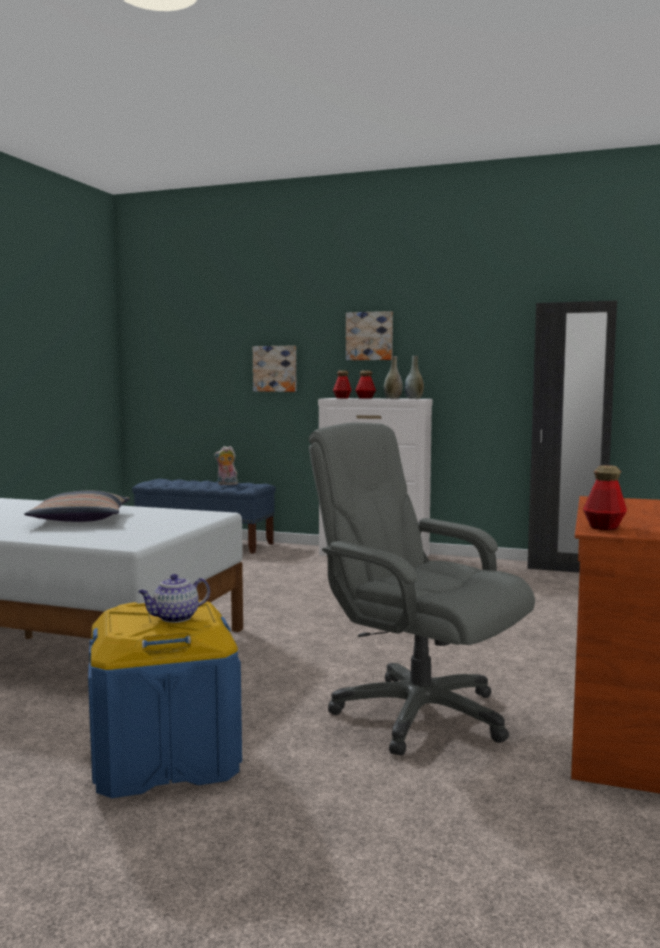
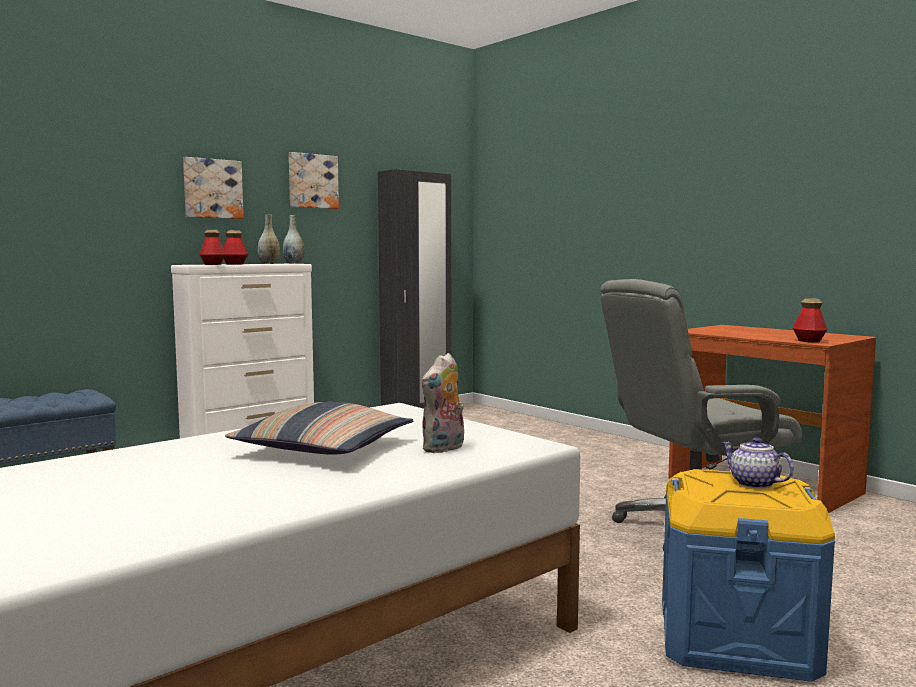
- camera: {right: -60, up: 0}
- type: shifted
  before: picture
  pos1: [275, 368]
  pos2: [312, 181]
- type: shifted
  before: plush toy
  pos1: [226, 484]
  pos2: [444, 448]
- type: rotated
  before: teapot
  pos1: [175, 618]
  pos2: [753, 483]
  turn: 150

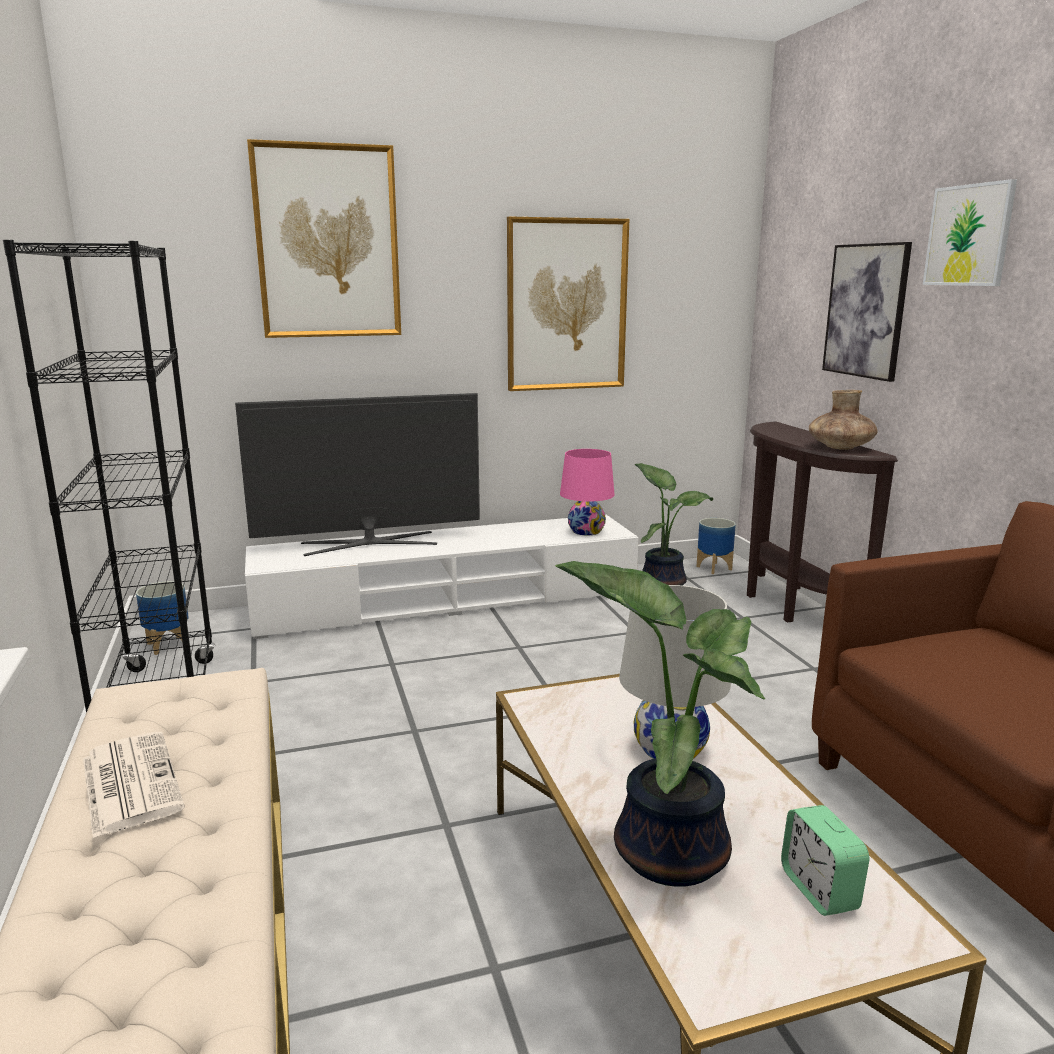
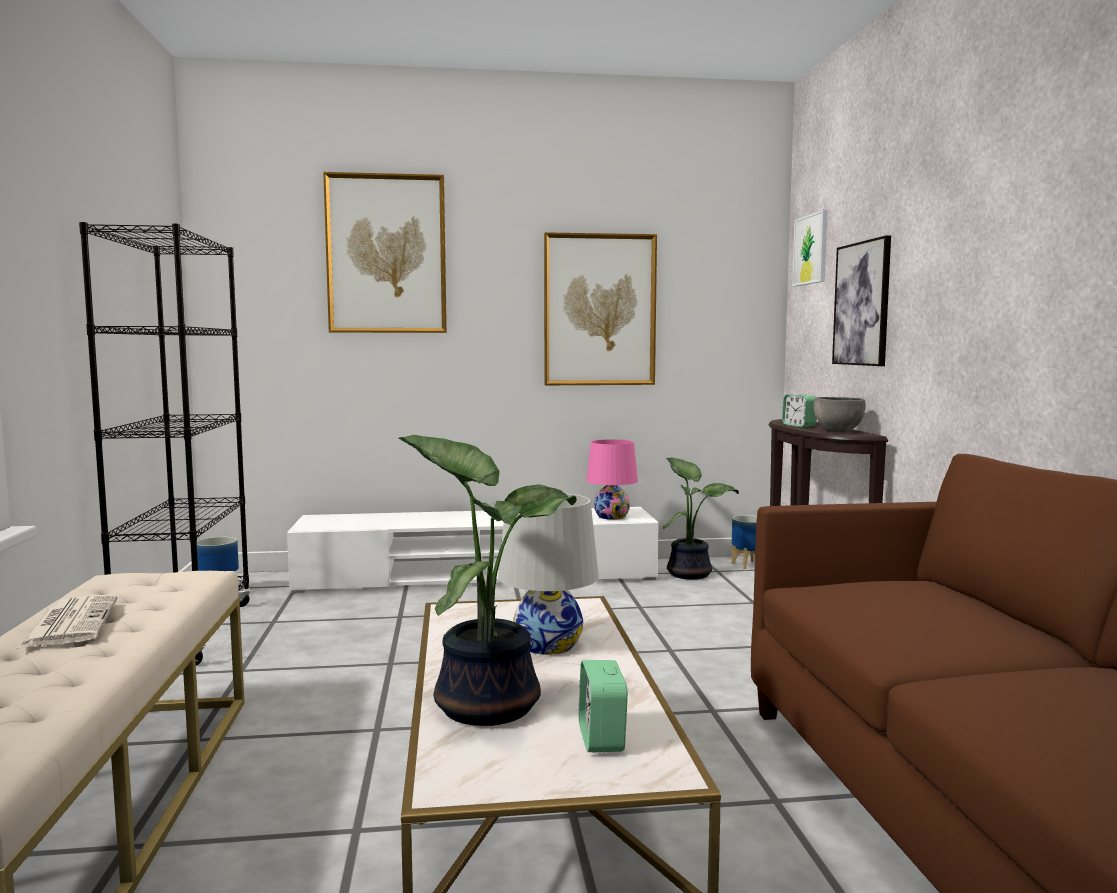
- camera: {right: 10, up: -10}
- type: shifted
  before: picture
  pos1: [969, 235]
  pos2: [811, 249]
- type: swapped
  before: brown vase
  after: grey bowl
  pos1: [840, 447]
  pos2: [838, 431]
- type: gone
  before: television
  pos1: [370, 543]
- type: new
  after: alarm clock
  pos2: [799, 425]

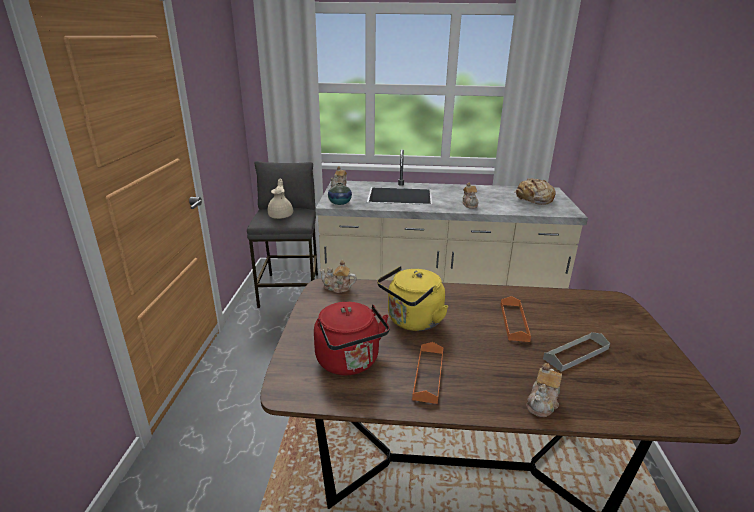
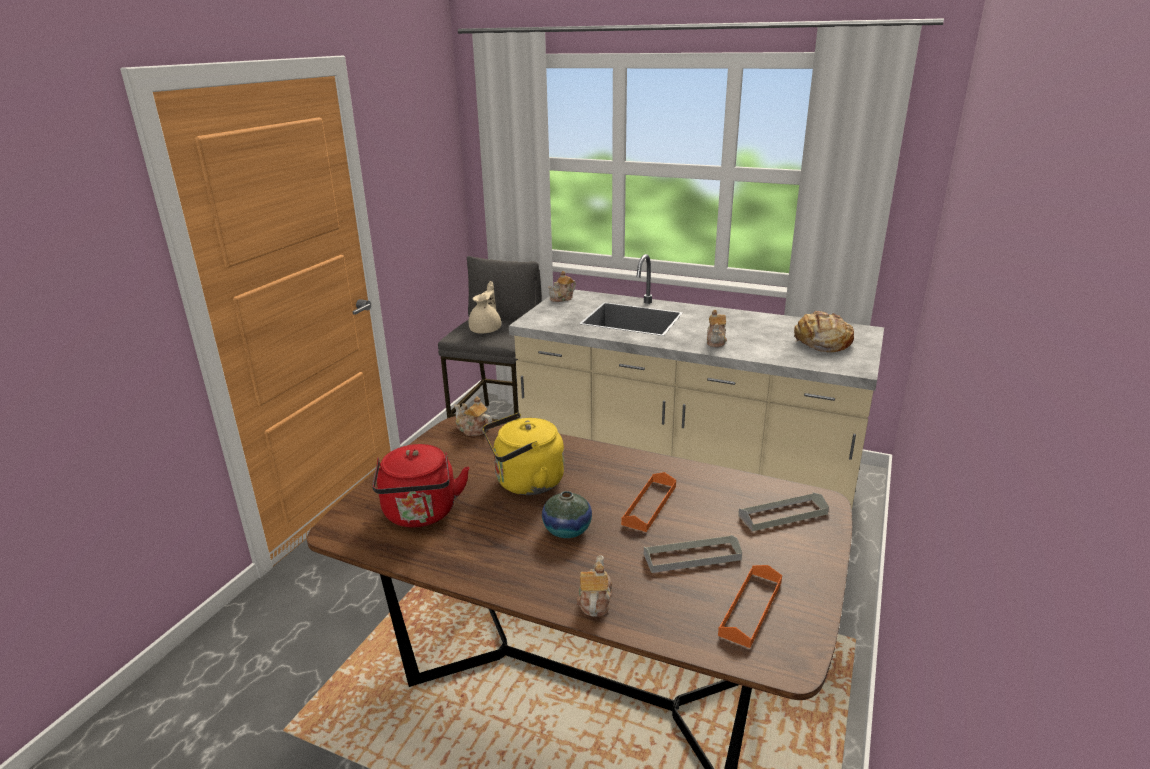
- camera: {right: 20, up: 0}
- type: shifted
  before: vase
  pos1: [340, 203]
  pos2: [567, 530]
- type: shifted
  before: orange tray
  pos1: [428, 375]
  pos2: [750, 608]
- type: rotated
  before: teapot
  pos1: [542, 403]
  pos2: [594, 601]
  turn: 135
- type: new
  after: grey tray
  pos2: [782, 515]

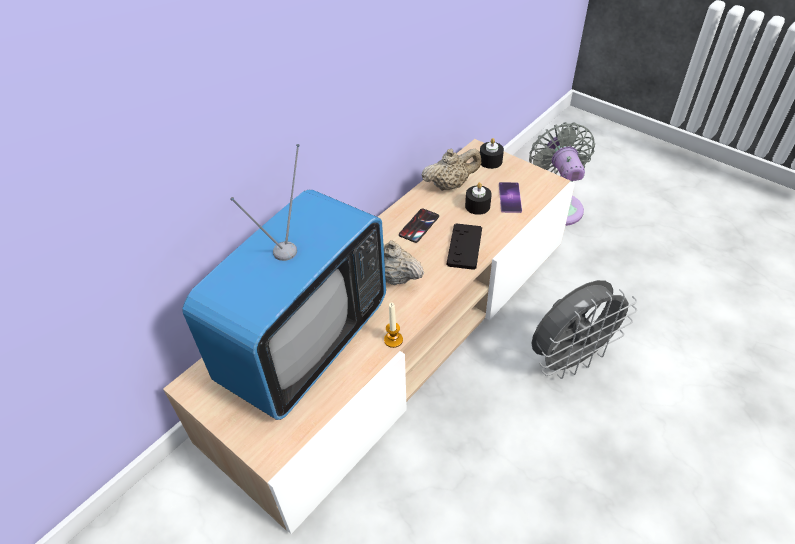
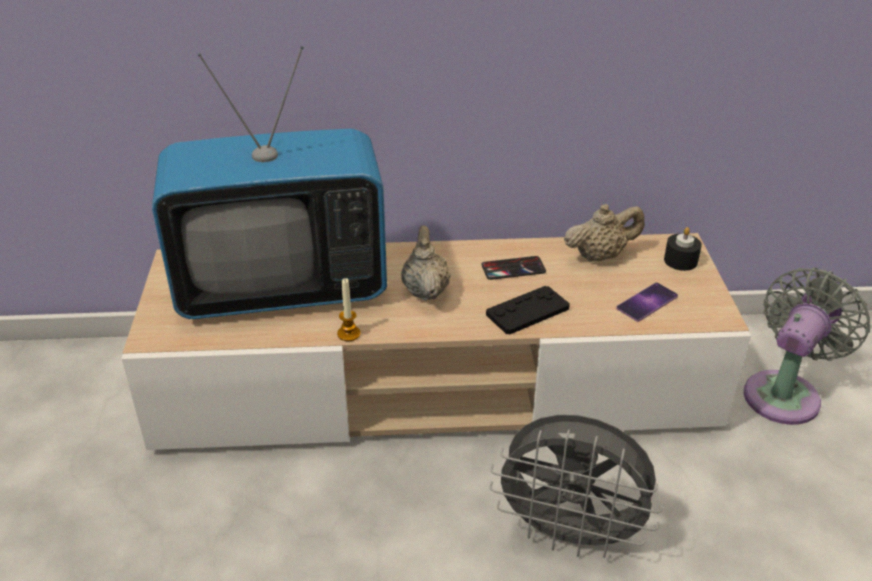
- camera: {right: 45, up: -10}
- type: rotated
  before: beige teapot
  pos1: [450, 185]
  pos2: [600, 256]
  turn: -45
- type: gone
  before: black candle
  pos1: [477, 206]

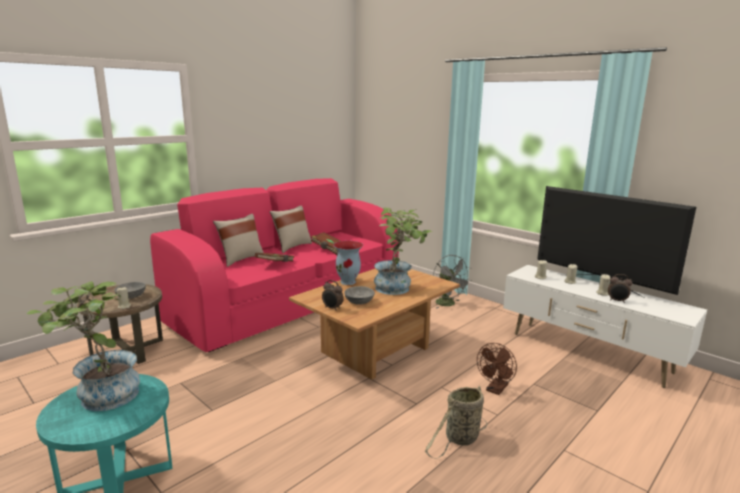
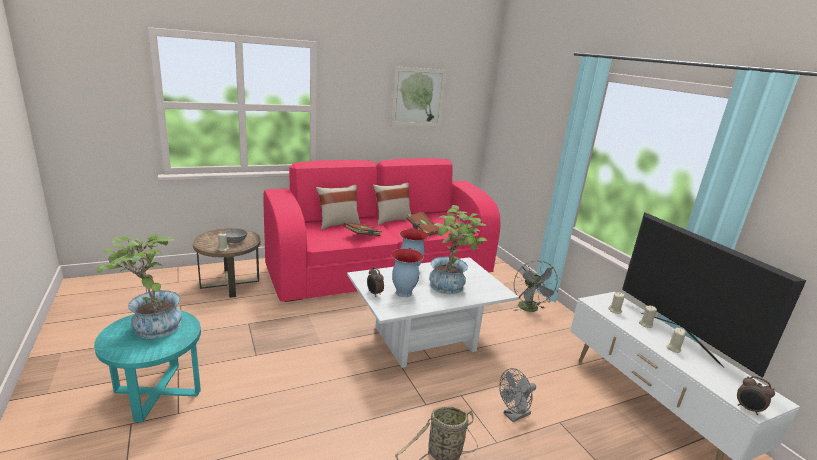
- camera: {right: 20, up: 5}
- type: repainted
  before: brown coffee table
  after: white coffee table
  pos1: [376, 352]
  pos2: [424, 341]
- type: shifted
  before: alarm clock
  pos1: [617, 301]
  pos2: [748, 409]
- type: swapped
  before: grey bowl
  after: vase
  pos1: [359, 302]
  pos2: [403, 292]
- type: repainted
  before: brown fan
  after: grey fan
  pos1: [495, 390]
  pos2: [513, 415]
- type: new
  after: picture
  pos2: [418, 97]

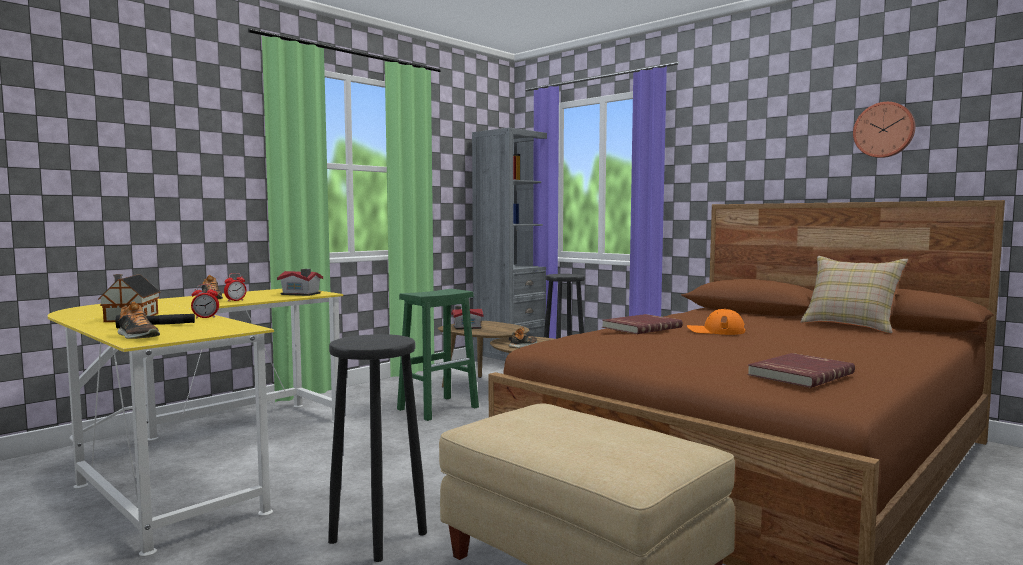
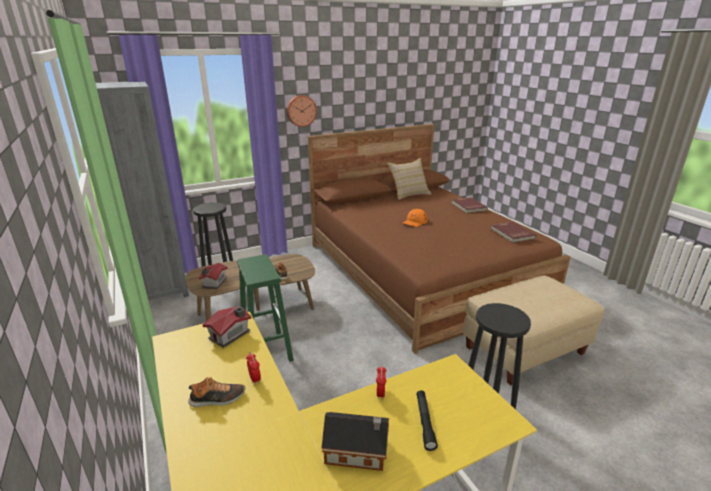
- camera: {right: -70, up: 20}
- type: shifted
  before: wall clock
  pos1: [884, 130]
  pos2: [301, 111]
- type: gone
  before: shoe
  pos1: [137, 336]
- type: shifted
  before: red book
  pos1: [640, 327]
  pos2: [468, 206]

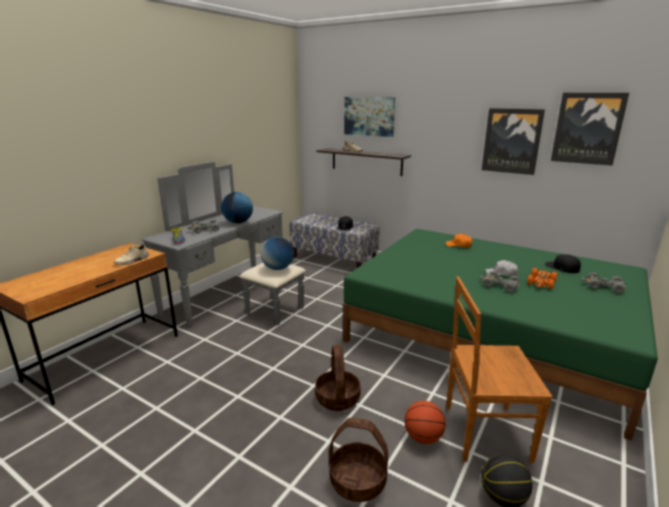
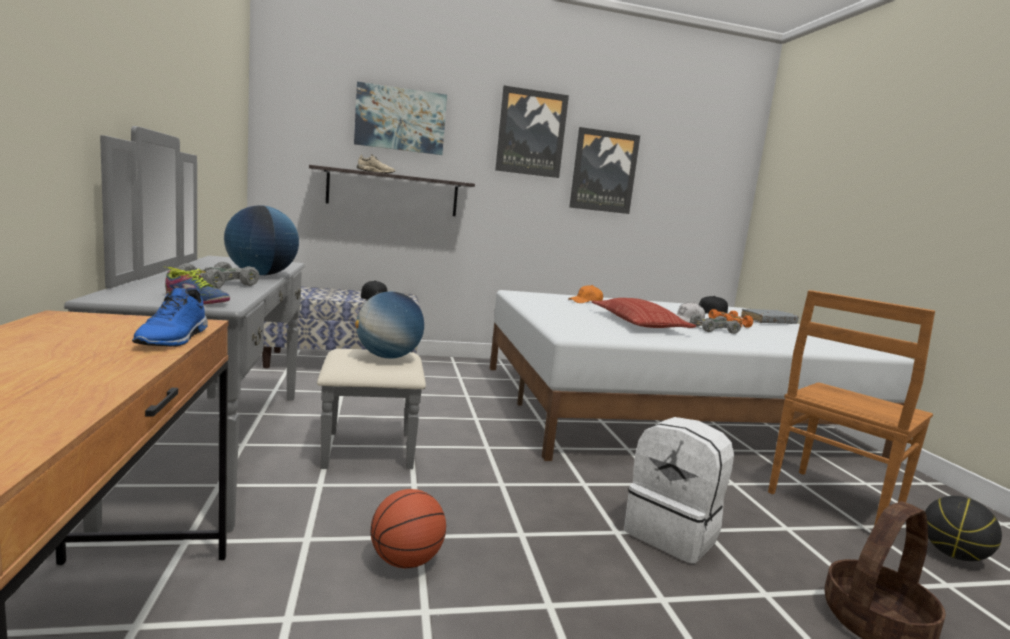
- camera: {right: -45, up: -10}
- type: shifted
  before: picture
  pos1: [587, 128]
  pos2: [531, 133]
- type: repainted
  before: green bed
  after: white bed
  pos1: [489, 335]
  pos2: [664, 409]
- type: repainted
  before: beige shoe
  after: blue shoe
  pos1: [132, 261]
  pos2: [175, 339]
- type: swapped
  before: grey toy car
  after: grey book
  pos1: [603, 287]
  pos2: [768, 322]
- type: swapped
  before: basket
  after: white backpack
  pos1: [338, 398]
  pos2: [673, 534]
- type: shifted
  before: basketball
  pos1: [423, 437]
  pos2: [406, 561]
- type: new
  after: pillow
  pos2: [638, 323]

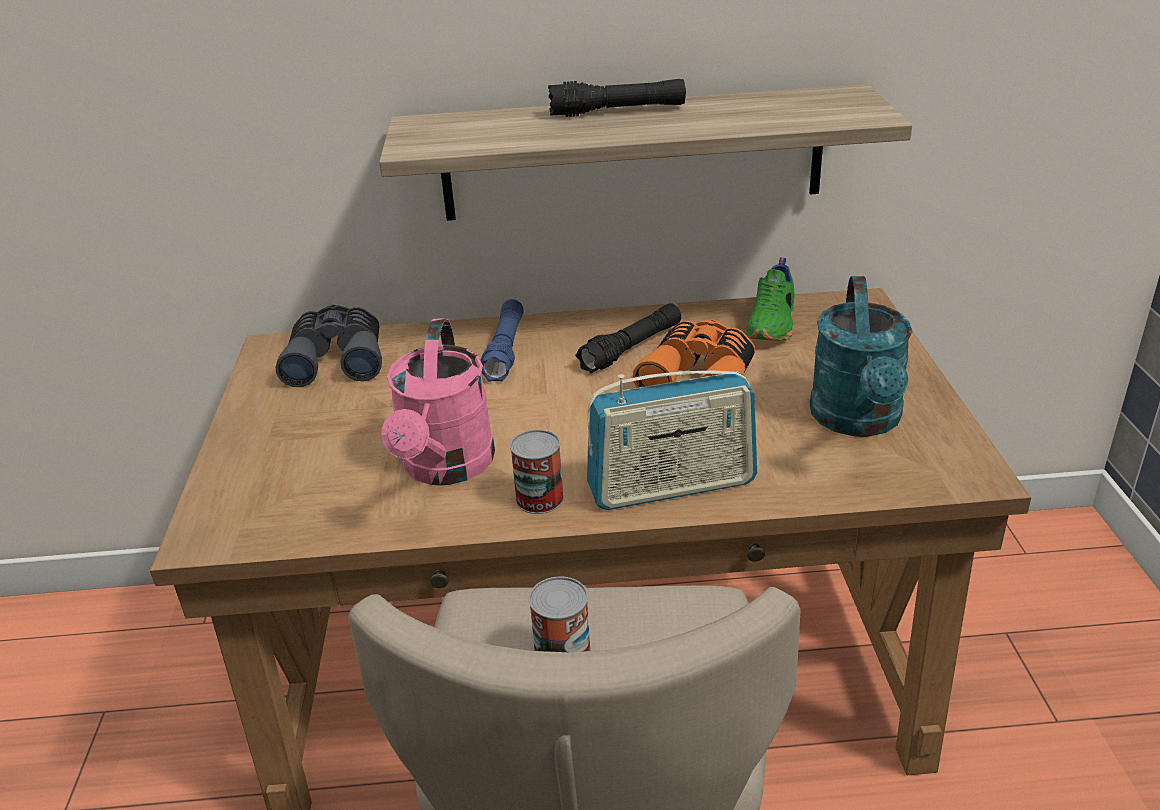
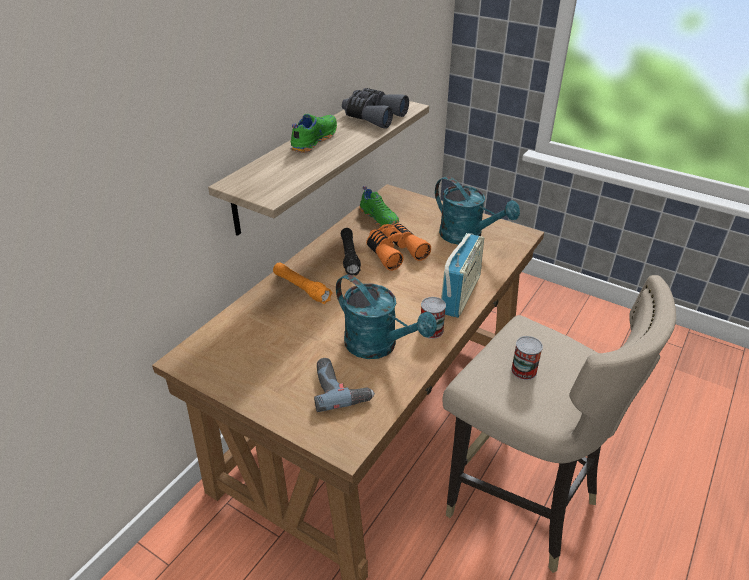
- camera: {right: -55, up: 5}
- type: swapped
  before: black flashlight
  after: green shoe
  pos1: [617, 111]
  pos2: [313, 140]
- type: repainted
  before: blue flashlight
  after: orange flashlight
  pos1: [505, 350]
  pos2: [301, 288]
- type: shifted
  before: grey binoculars
  pos1: [337, 359]
  pos2: [373, 116]
- type: repainted
  before: pink watering can
  after: turquoise watering can
  pos1: [445, 468]
  pos2: [378, 346]
- type: new
  after: power drill
  pos2: [340, 387]

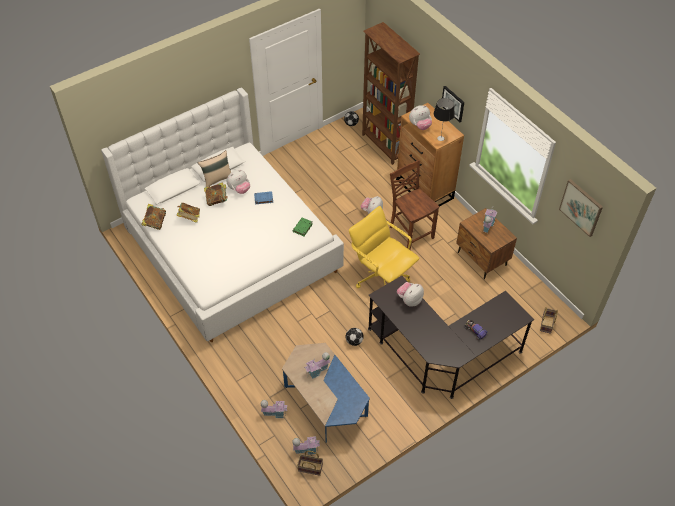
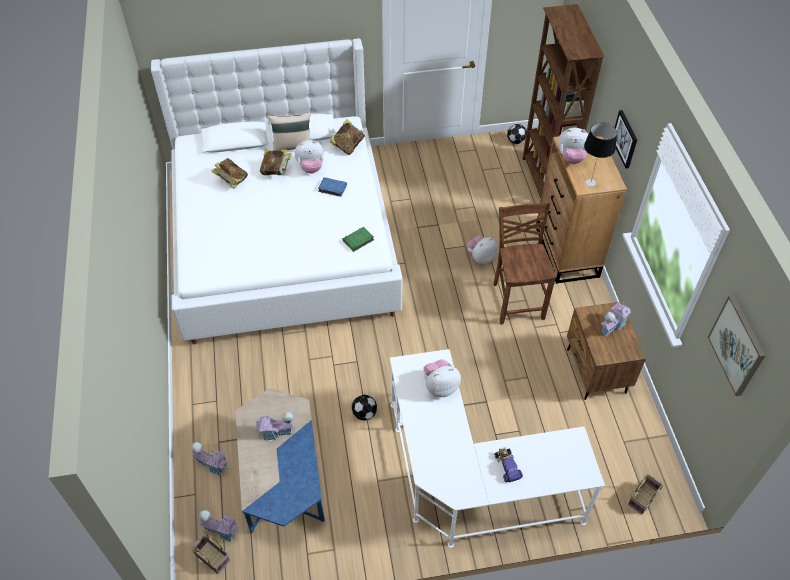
- camera: {right: 25, up: 0}
- type: shifted
  before: book
  pos1: [155, 222]
  pos2: [348, 146]
- type: gone
  before: yellow office chair
  pos1: [381, 276]
- type: repainted
  before: black desk
  after: white desk
  pos1: [442, 355]
  pos2: [470, 481]

